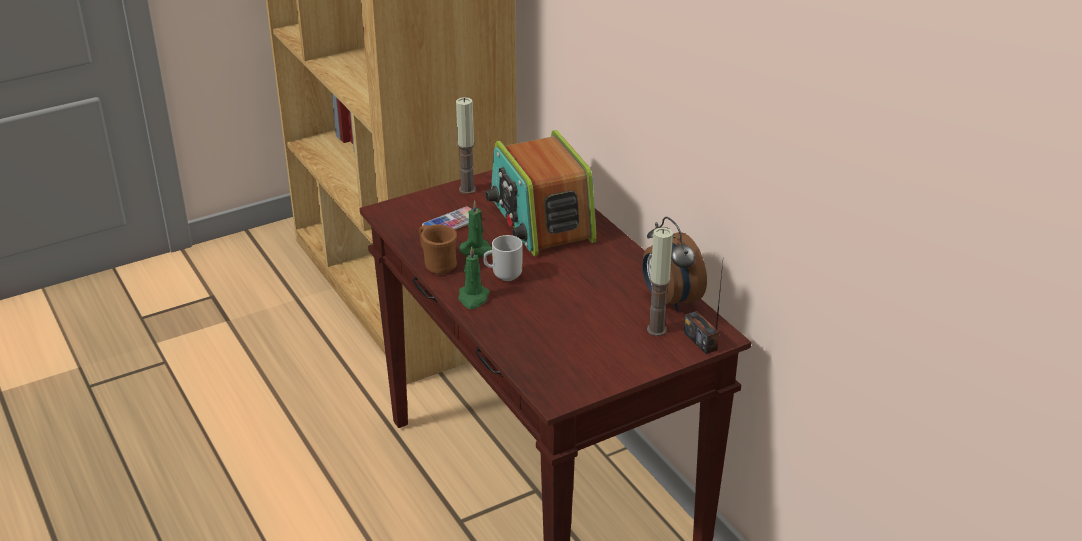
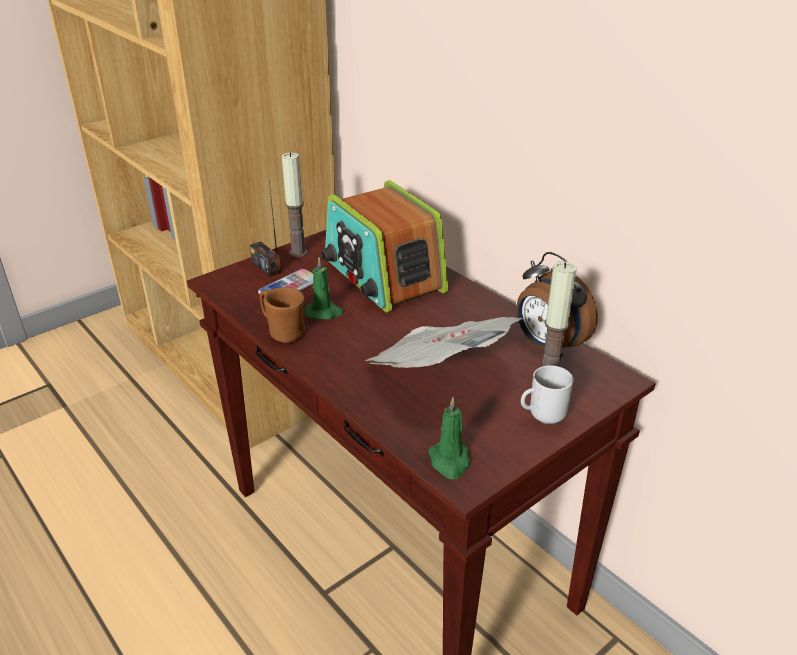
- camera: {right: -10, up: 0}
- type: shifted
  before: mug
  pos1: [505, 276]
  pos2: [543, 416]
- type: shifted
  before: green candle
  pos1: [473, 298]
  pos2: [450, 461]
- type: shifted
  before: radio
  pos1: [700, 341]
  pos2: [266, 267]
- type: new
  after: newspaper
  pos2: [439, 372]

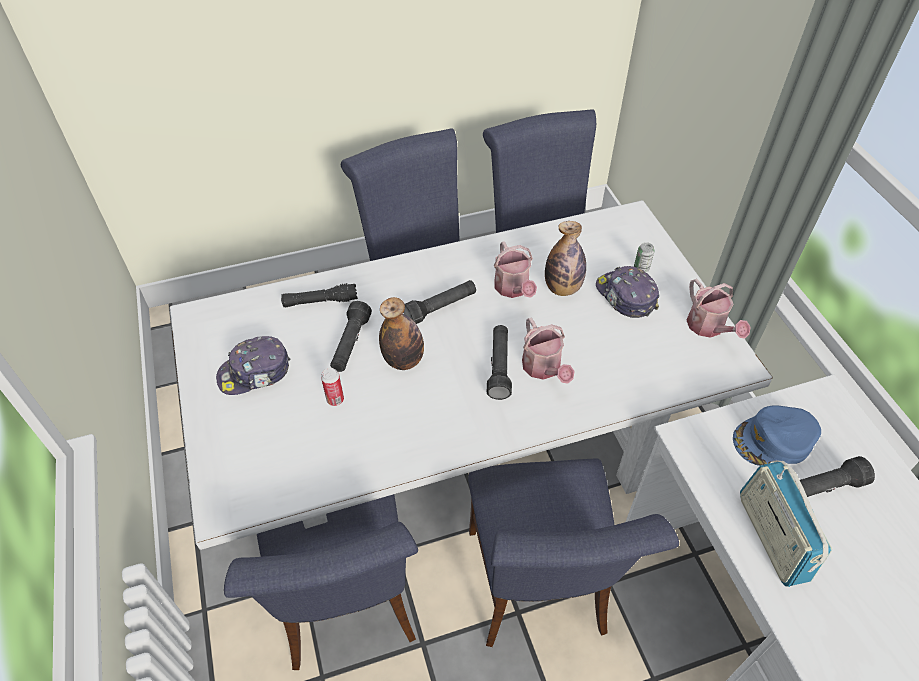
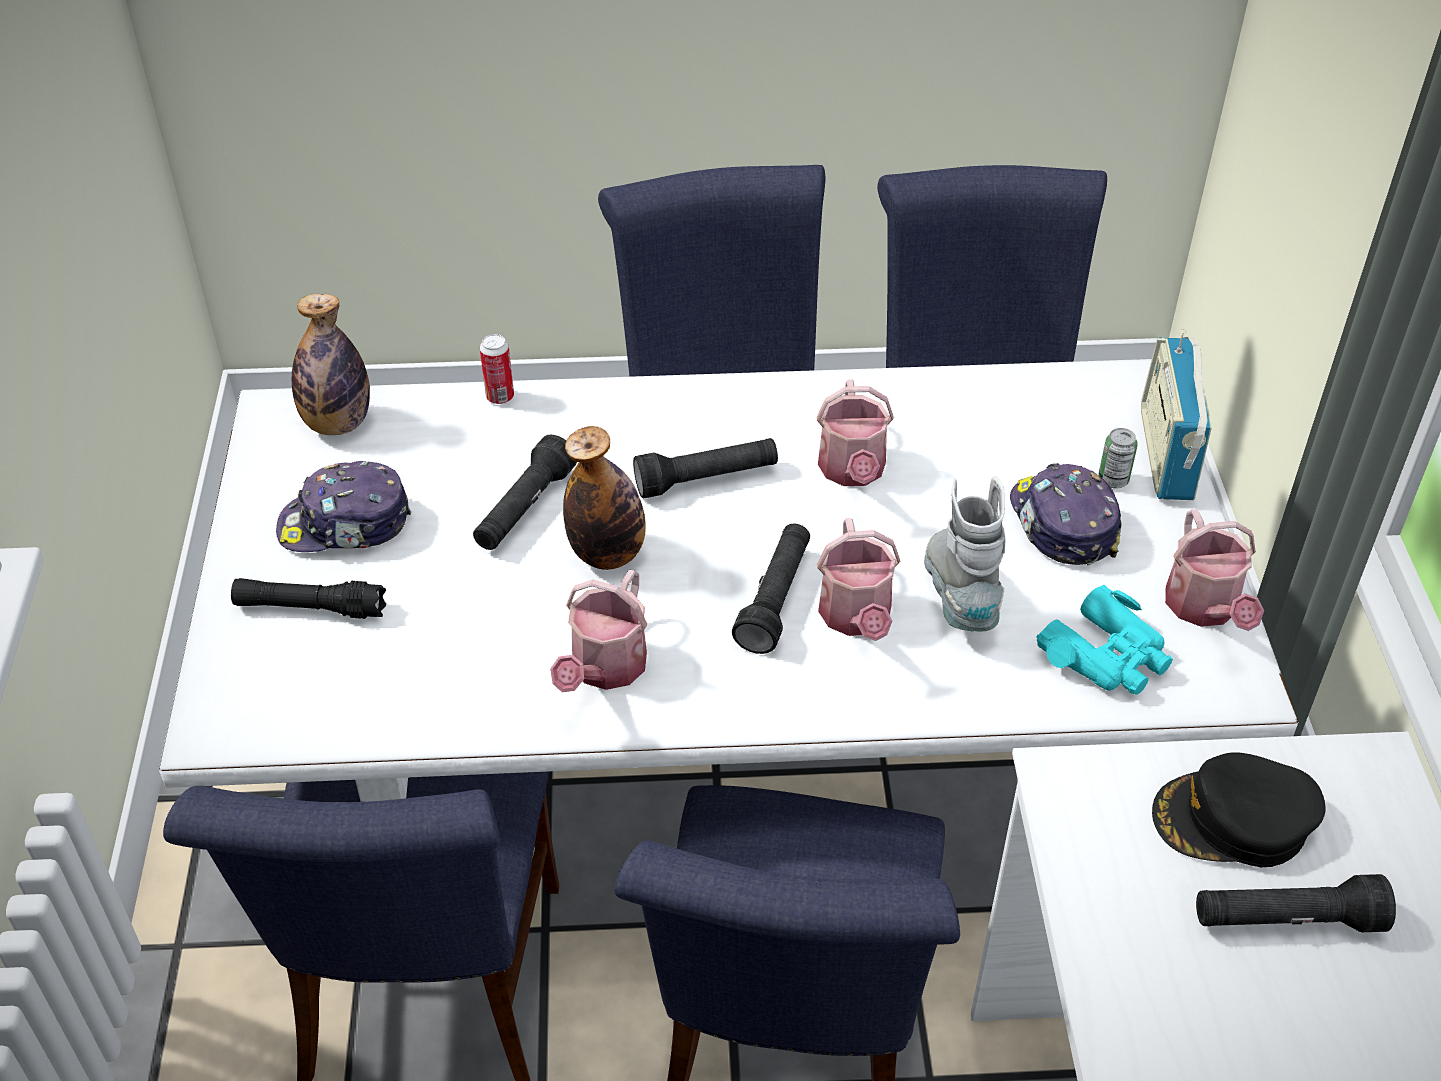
- camera: {right: 15, up: -5}
- type: shifted
  before: bottle
  pos1: [562, 288]
  pos2: [337, 423]
- type: shifted
  before: black flashlight
  pos1: [320, 301]
  pos2: [310, 608]
- type: shifted
  before: can
  pos1: [335, 400]
  pos2: [500, 397]
- type: repainted
  before: blue cap
  after: black cap
  pos1: [774, 441]
  pos2: [1234, 820]
- type: shifted
  before: radio
  pos1: [771, 537]
  pos2: [1166, 454]
- type: new
  after: grey boot
  pos2: [960, 597]
- type: new
  after: watering can
  pos2: [604, 669]
- type: new
  after: turquoise binoculars
  pos2: [1107, 656]

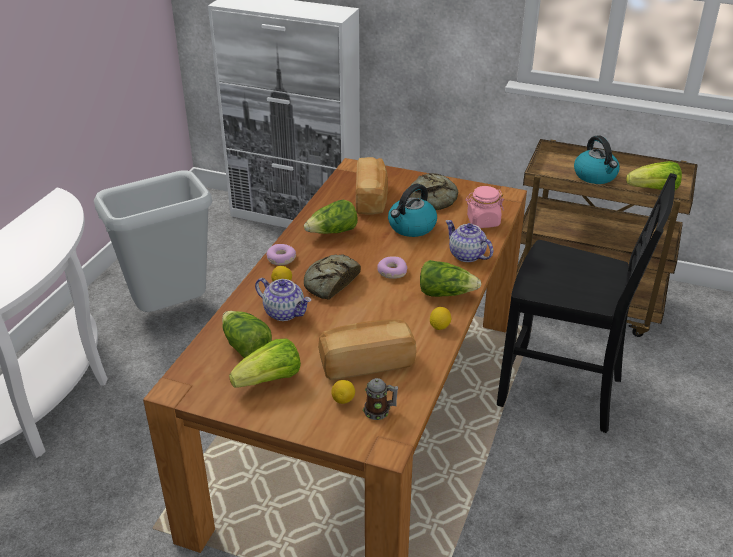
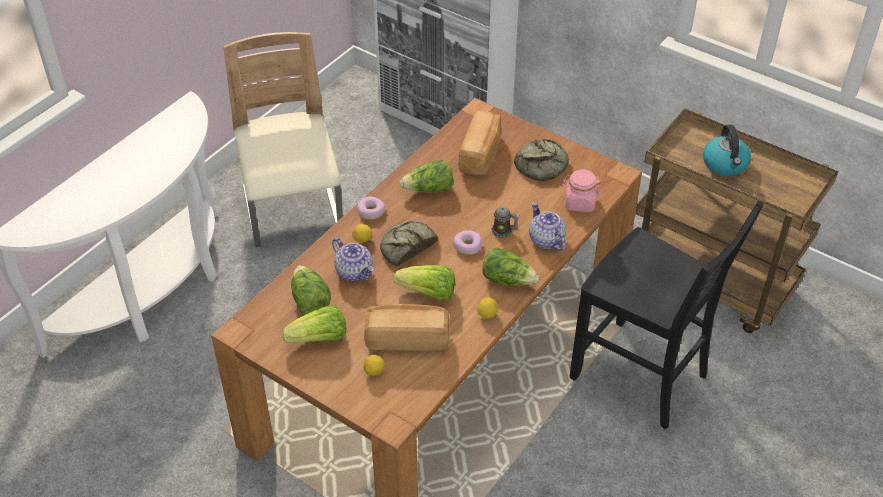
- camera: {right: 15, up: 10}
- type: shifted
  before: lettuce
  pos1: [654, 190]
  pos2: [428, 293]
- type: swapped
  before: grey trash can
  after: beige chair
  pos1: [172, 310]
  pos2: [293, 212]
- type: gone
  before: kettle
  pos1: [411, 227]
- type: shifted
  before: mug
  pos1: [380, 411]
  pos2: [504, 232]

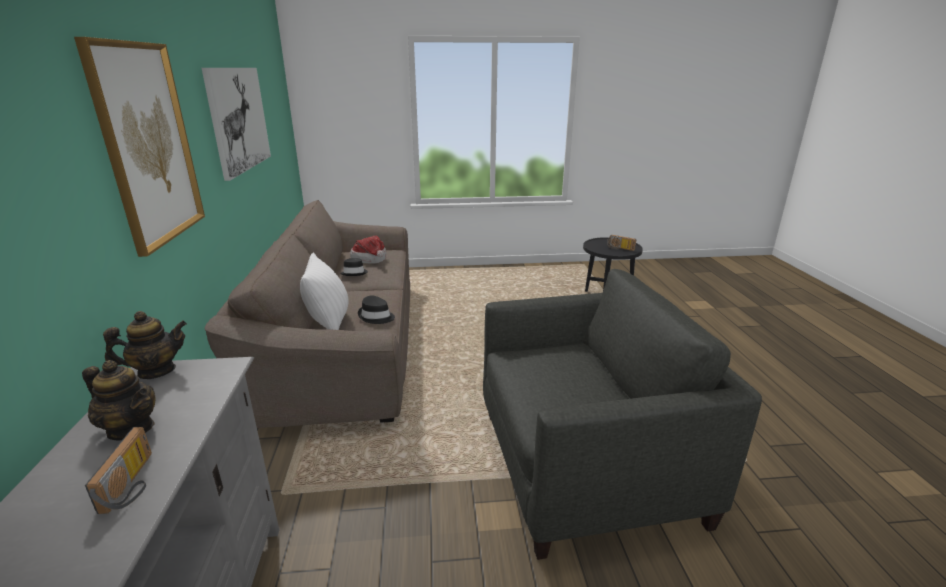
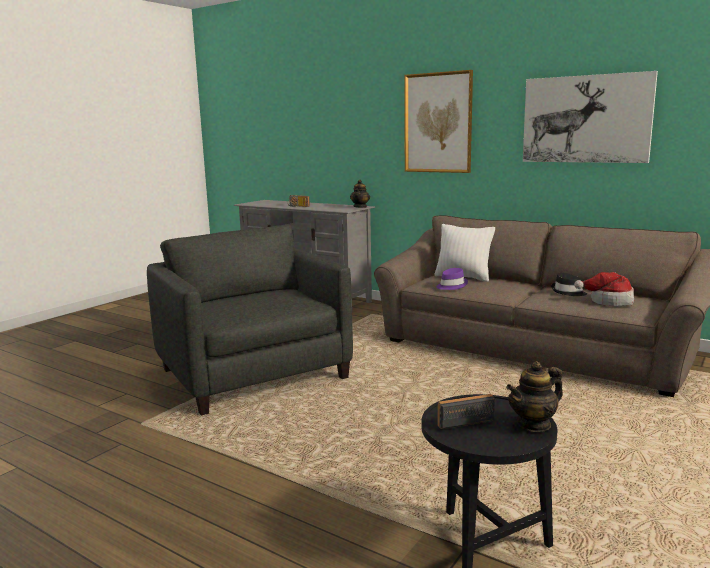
- camera: {right: 130, up: -10}
- type: rotated
  before: grey armchair
  pos1: [585, 465]
  pos2: [254, 374]
  turn: 120
- type: repainted
  before: black hat
  after: purple hat
  pos1: [376, 317]
  pos2: [451, 286]
- type: shifted
  before: teapot
  pos1: [131, 428]
  pos2: [534, 424]

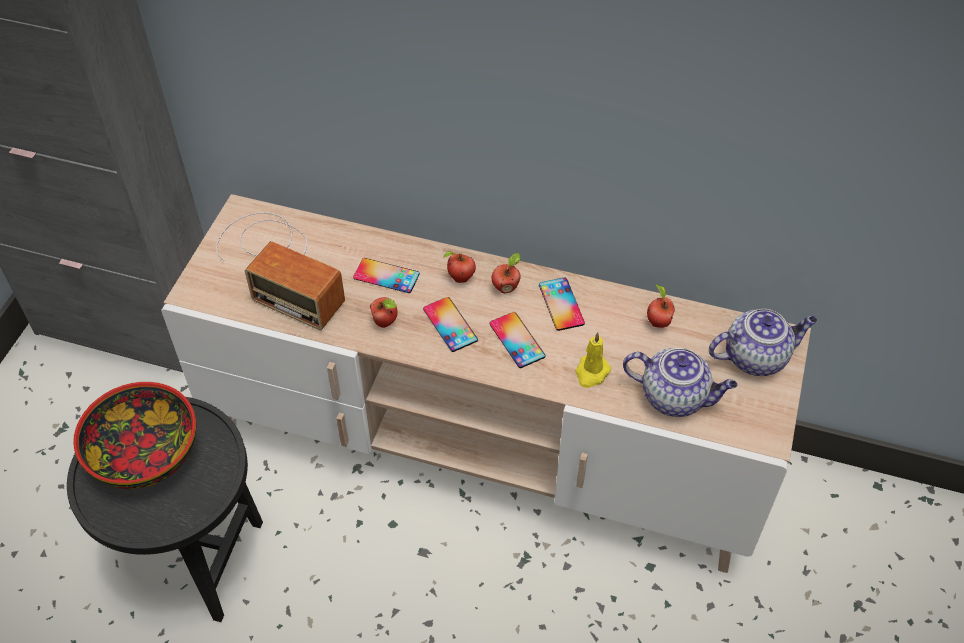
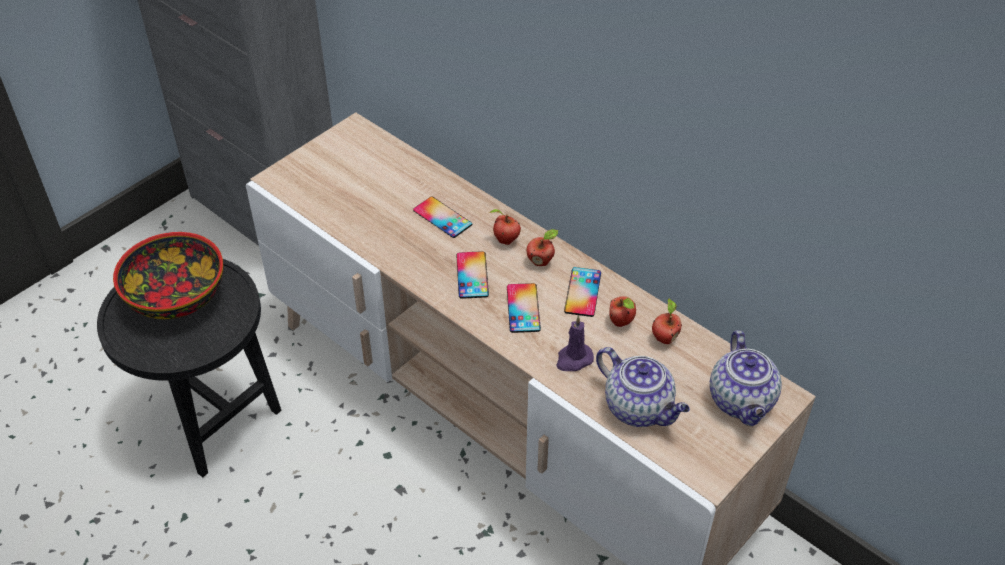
- camera: {right: 25, up: -5}
- type: gone
  before: radio
  pos1: [279, 266]
- type: shifted
  before: apple
  pos1: [386, 322]
  pos2: [622, 322]
- type: rotated
  before: teapot
  pos1: [756, 357]
  pos2: [742, 402]
  turn: 75
- type: repainted
  before: yellow candle
  after: purple candle
  pos1: [591, 373]
  pos2: [573, 359]

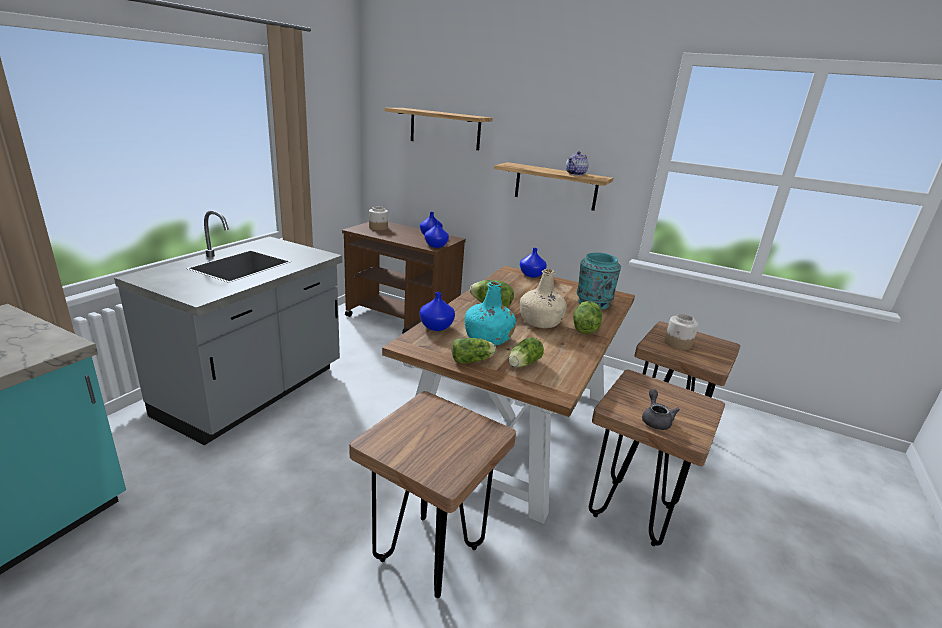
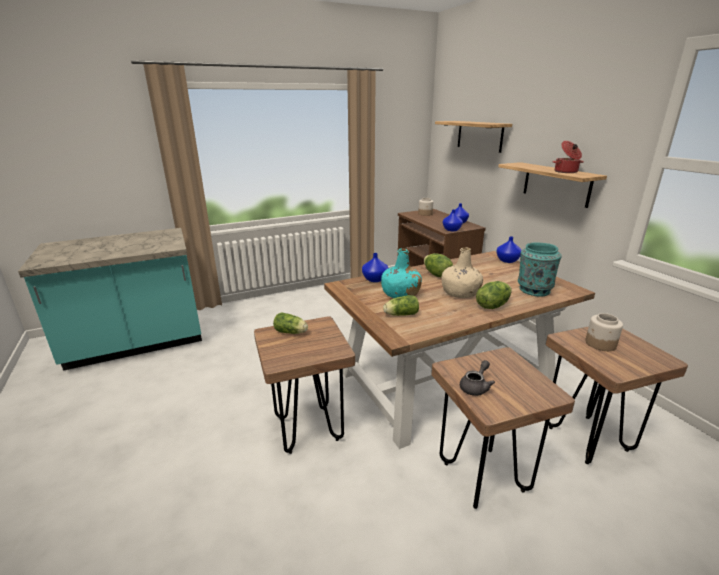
- camera: {right: 40, up: 0}
- type: swapped
  before: teapot
  after: cooking pot
  pos1: [576, 174]
  pos2: [566, 172]
- type: gone
  before: grey counter
  pos1: [254, 392]
- type: shifted
  before: lettuce
  pos1: [473, 360]
  pos2: [291, 332]

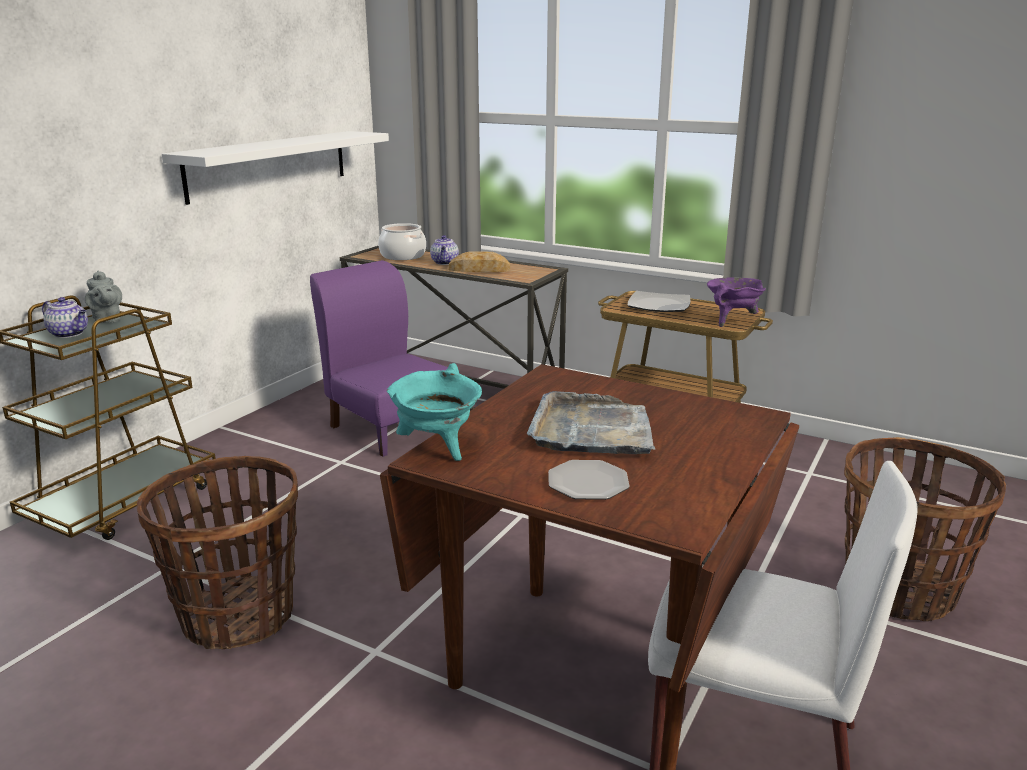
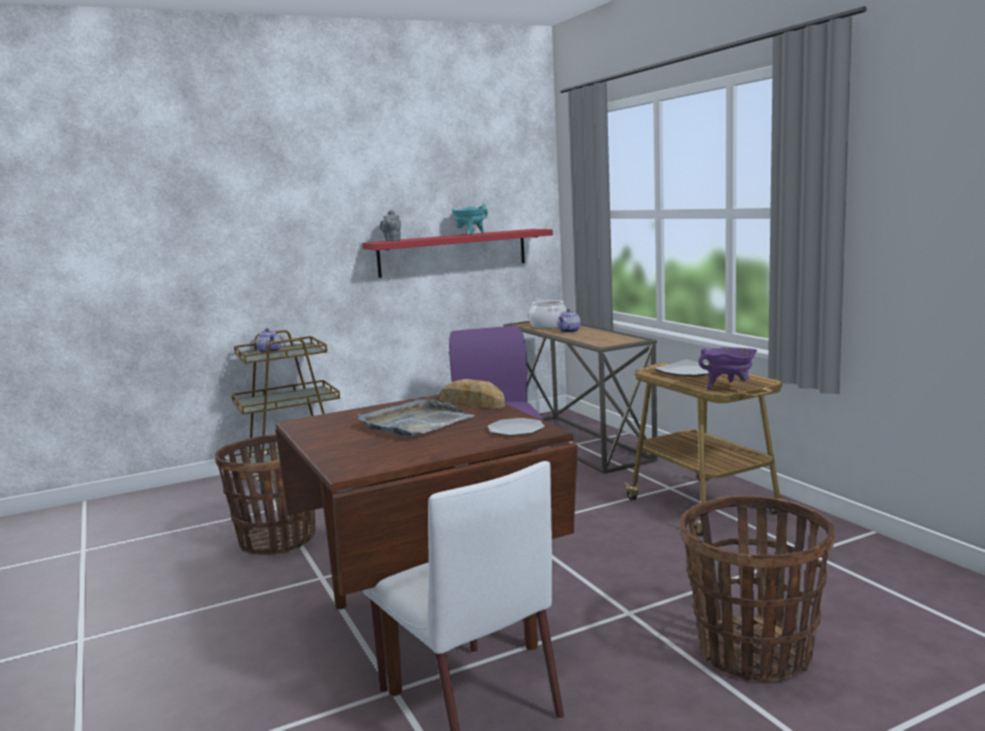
- camera: {right: 35, up: -10}
- type: repainted
  before: white shelf
  after: red shelf
  pos1: [269, 165]
  pos2: [453, 252]
- type: shifted
  before: bread
  pos1: [479, 269]
  pos2: [472, 402]
- type: shifted
  before: grey teapot
  pos1: [107, 320]
  pos2: [392, 241]
- type: shifted
  before: turquoise cooking pot
  pos1: [437, 448]
  pos2: [470, 234]
- type: shifted
  before: plate
  pos1: [587, 483]
  pos2: [515, 429]

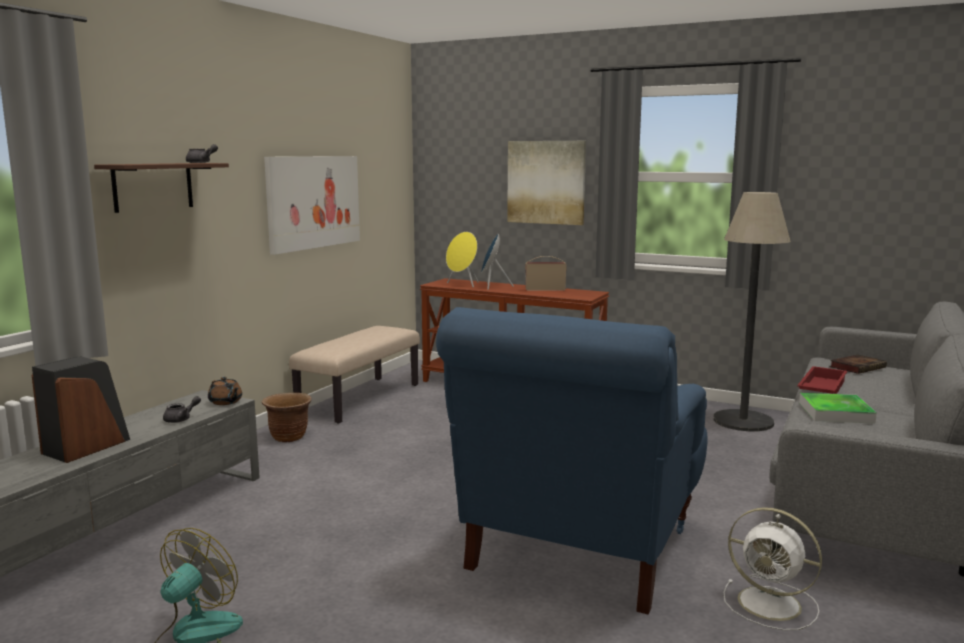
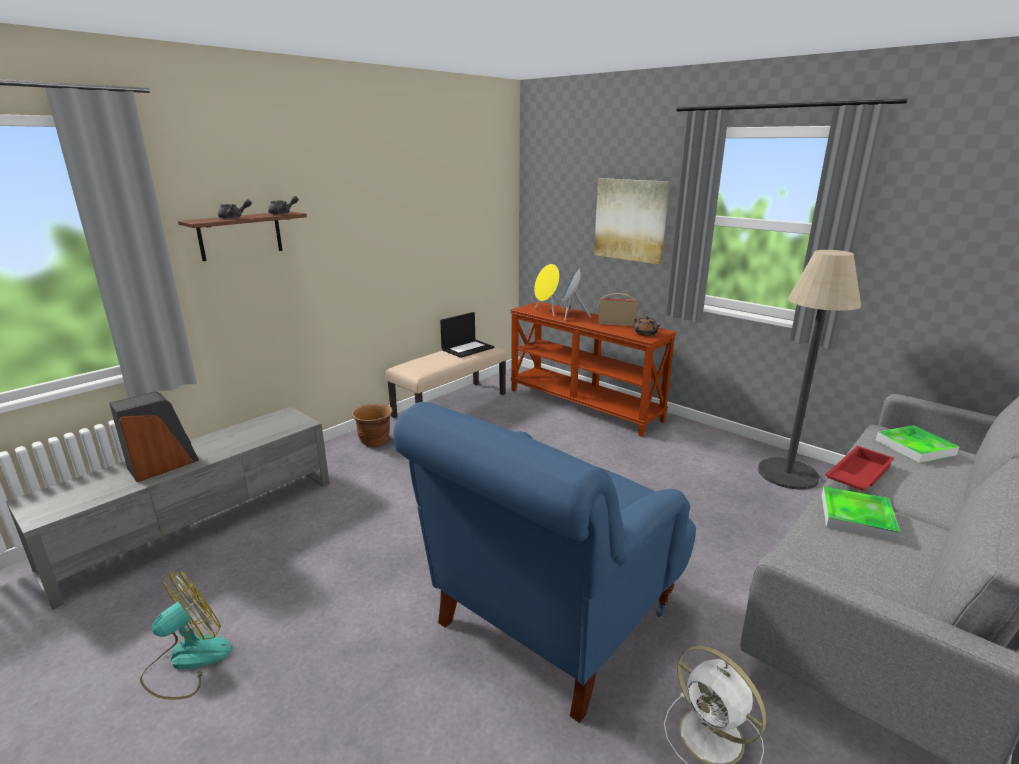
- camera: {right: 15, up: 10}
- type: gone
  before: picture
  pos1: [313, 202]
- type: swapped
  before: book
  after: tray
  pos1: [857, 367]
  pos2: [915, 447]
- type: shifted
  before: brown teapot
  pos1: [225, 402]
  pos2: [645, 334]
- type: shifted
  before: grey teapot
  pos1: [181, 419]
  pos2: [234, 217]
- type: new
  after: laptop
  pos2: [468, 348]

